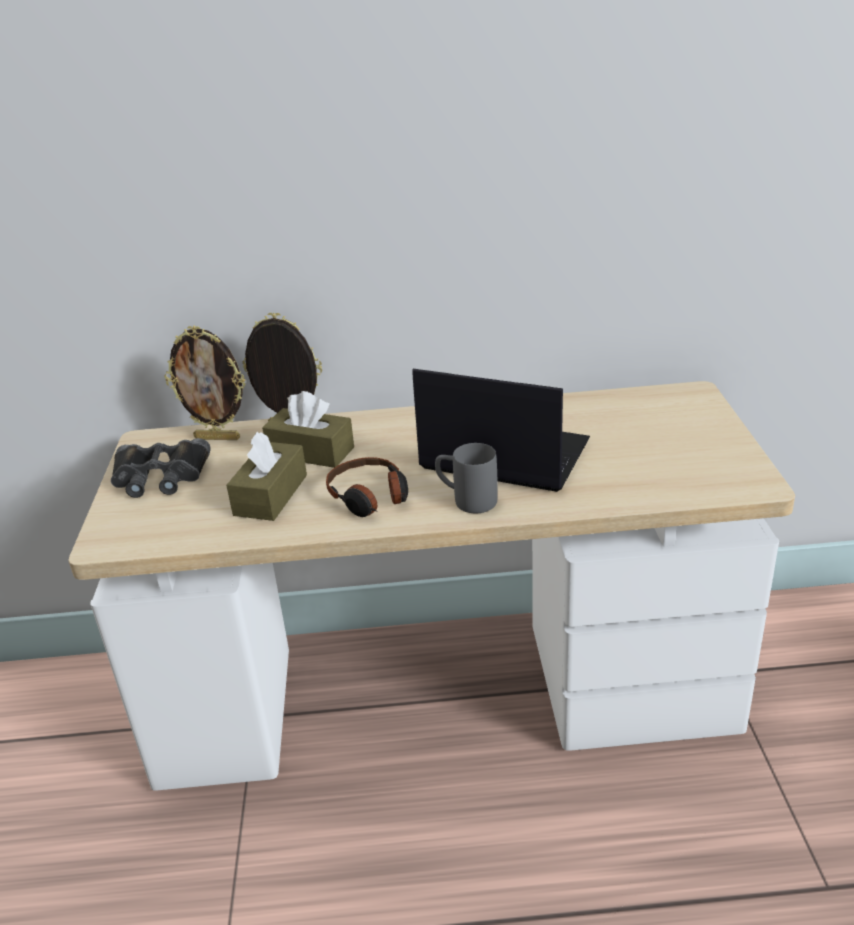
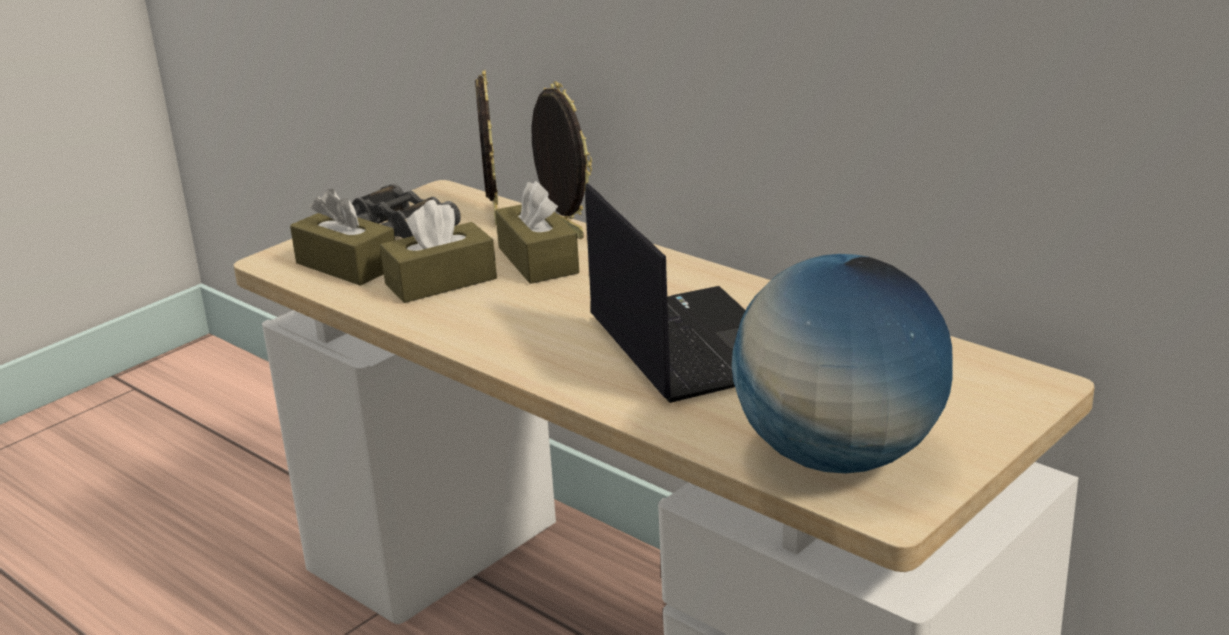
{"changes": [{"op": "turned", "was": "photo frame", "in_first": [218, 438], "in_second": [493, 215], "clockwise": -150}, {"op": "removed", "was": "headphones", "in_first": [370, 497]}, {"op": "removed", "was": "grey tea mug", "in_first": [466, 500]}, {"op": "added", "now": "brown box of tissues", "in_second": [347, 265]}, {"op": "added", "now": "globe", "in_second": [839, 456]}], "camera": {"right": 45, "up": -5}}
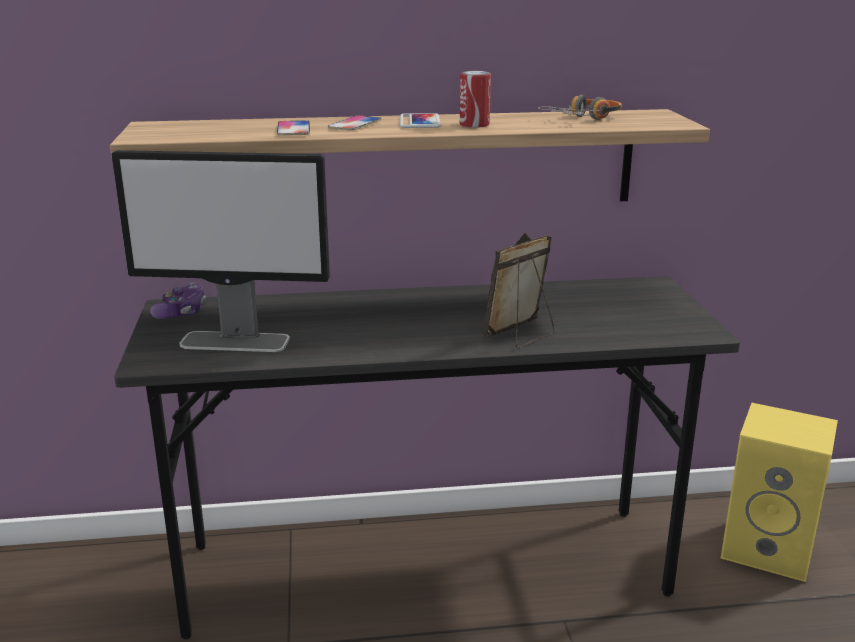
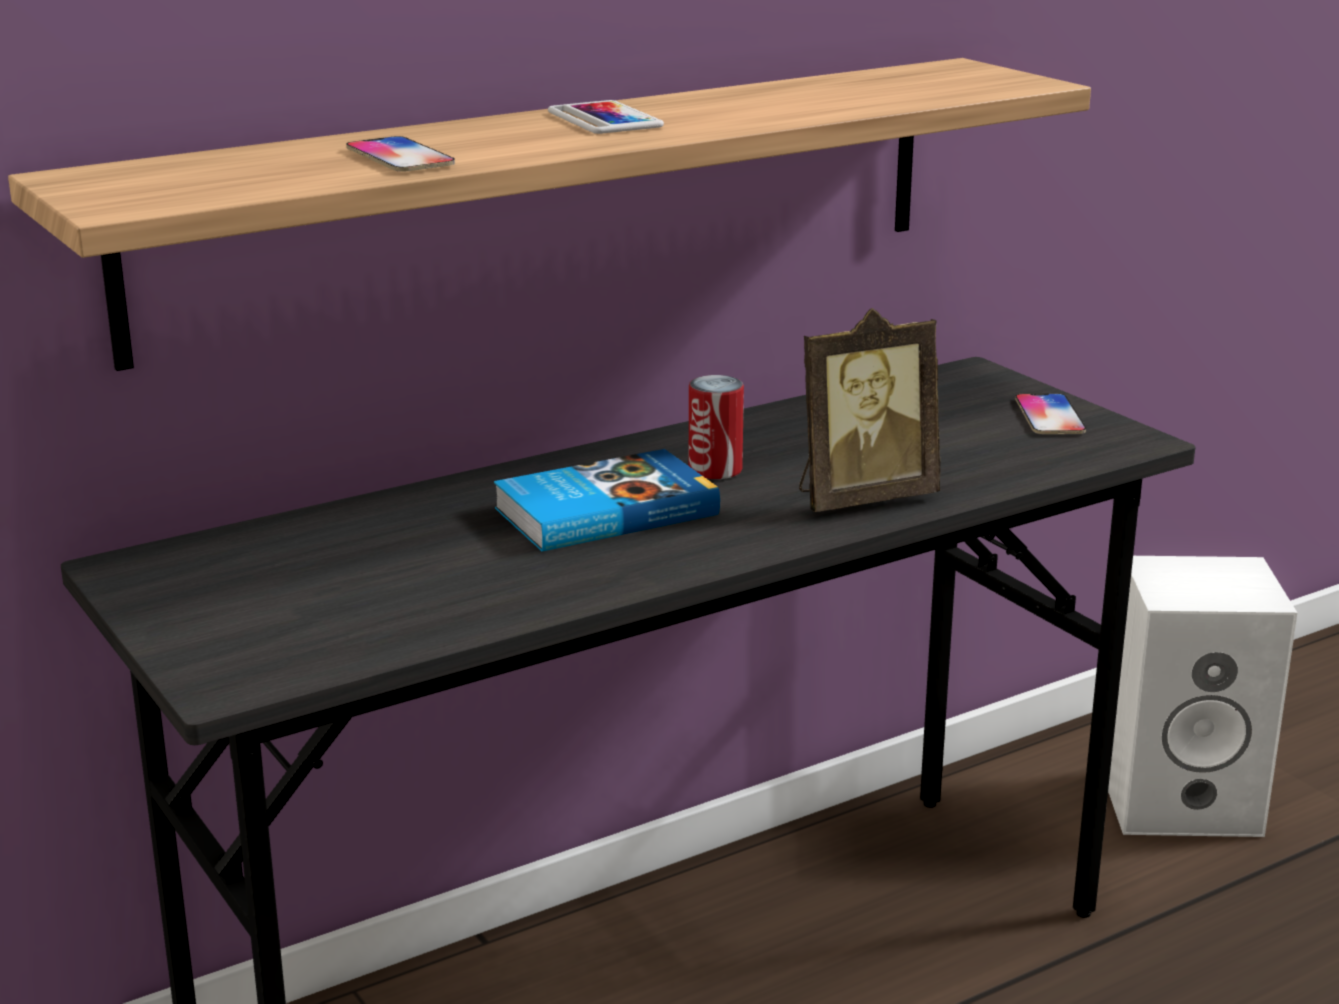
{"changes": [{"op": "removed", "was": "monitor", "in_first": [236, 342]}, {"op": "removed", "was": "joypad", "in_first": [182, 312]}, {"op": "moved", "was": "telephone", "in_first": [355, 124], "in_second": [1049, 416]}, {"op": "moved", "was": "sealed can", "in_first": [474, 125], "in_second": [715, 470]}, {"op": "turned", "was": "photo frame", "in_first": [521, 336], "in_second": [861, 497], "clockwise": -135}, {"op": "removed", "was": "headphones", "in_first": [585, 118]}, {"op": "recoloured", "was": "yellow-coloured loudspeaker", "now": "white-coloured loudspeaker", "in_first": [770, 549], "in_second": [1183, 800]}, {"op": "added", "now": "volume", "in_second": [603, 511]}], "camera": {"right": -25, "up": 0}}
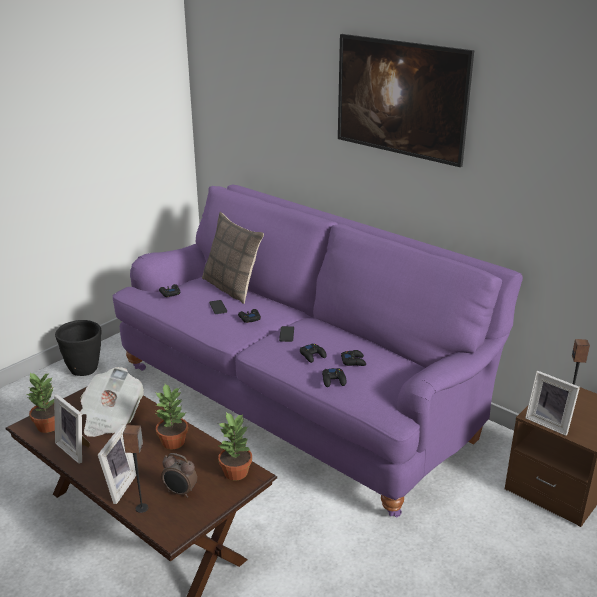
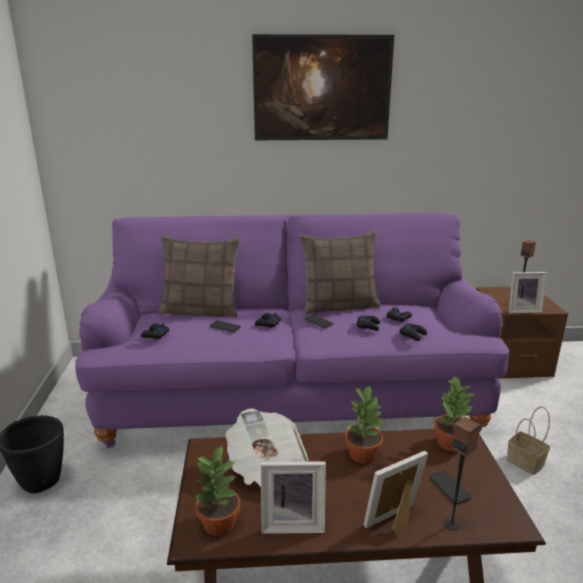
{"changes": [{"op": "turned", "was": "photo frame", "in_first": [118, 486], "in_second": [396, 523], "clockwise": -90}, {"op": "replaced", "was": "alarm clock", "now": "telephone", "in_first": [180, 492], "in_second": [449, 488]}, {"op": "added", "now": "throw pillow", "in_second": [339, 306]}, {"op": "added", "now": "household basket", "in_second": [526, 462]}], "camera": {"right": -45, "up": -5}}
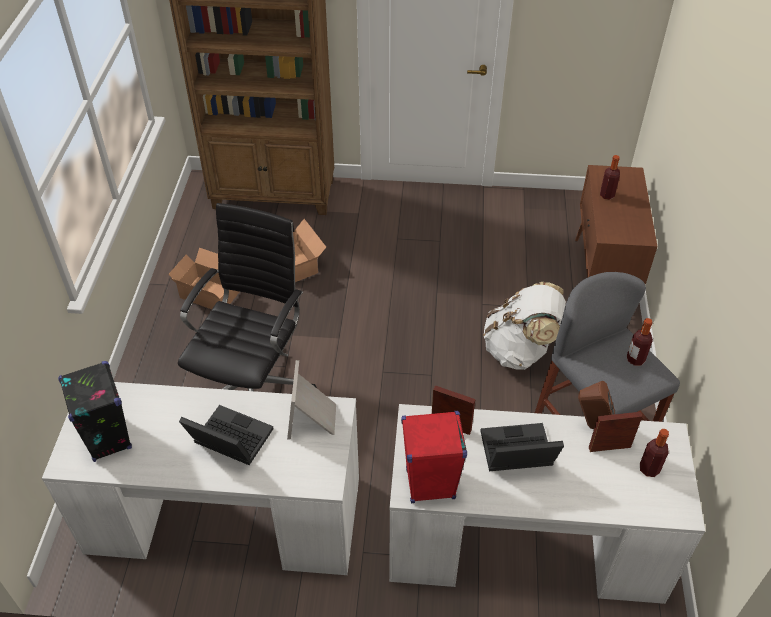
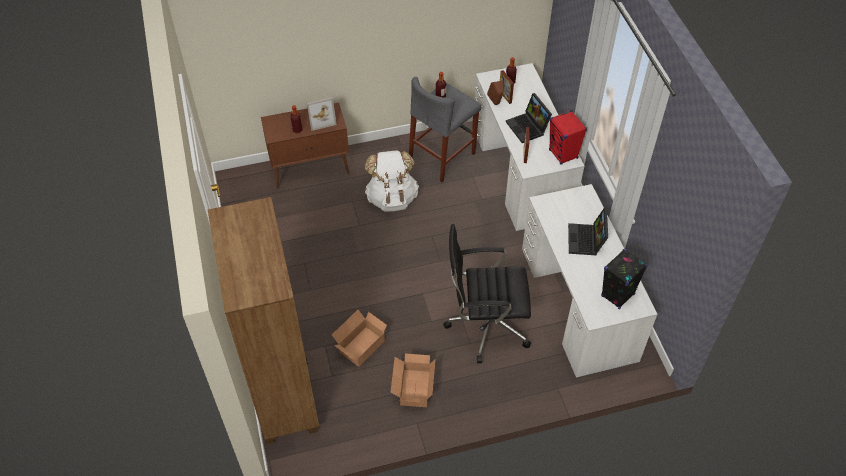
{"changes": [{"op": "moved", "was": "photo frame", "in_first": [313, 419], "in_second": [320, 119]}], "camera": {"right": -110, "up": 5}}
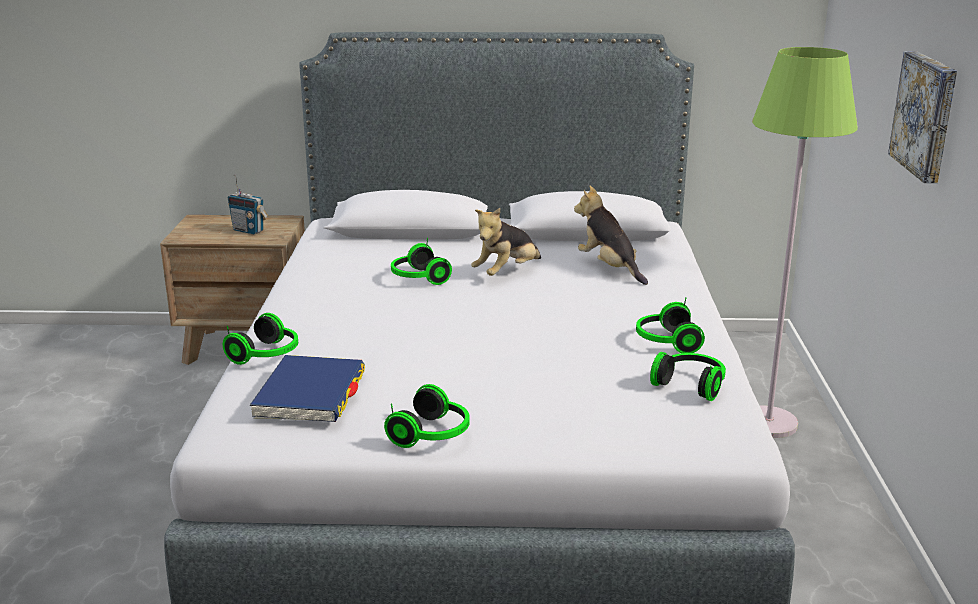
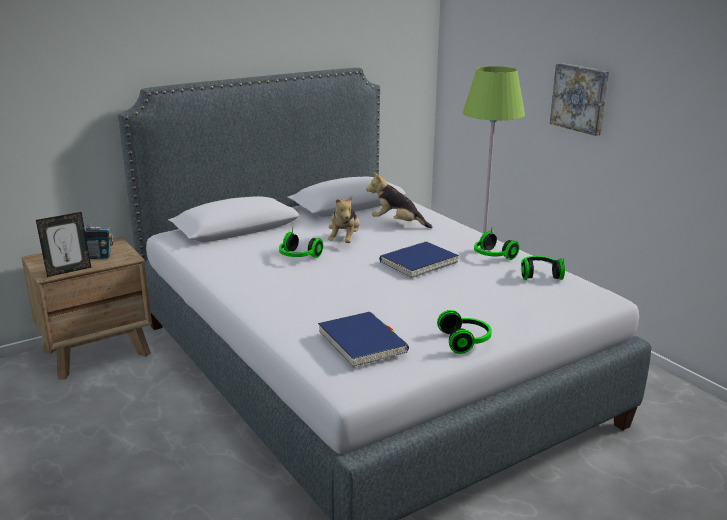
{"changes": [{"op": "removed", "was": "headphones", "in_first": [267, 355]}, {"op": "added", "now": "photo frame", "in_second": [68, 271]}, {"op": "added", "now": "bluish volume", "in_second": [418, 262]}], "camera": {"right": -35, "up": 0}}
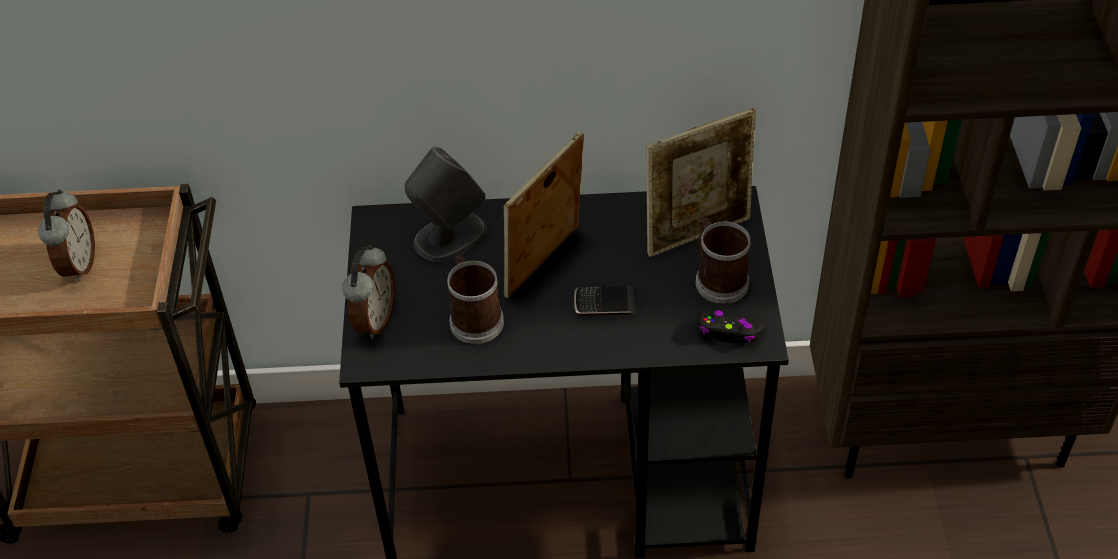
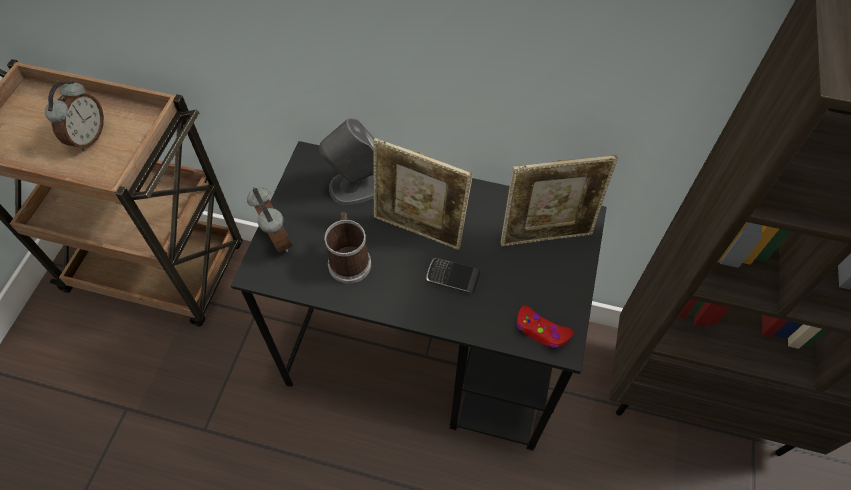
{"changes": [{"op": "turned", "was": "alarm clock", "in_first": [374, 320], "in_second": [276, 240], "clockwise": -60}, {"op": "turned", "was": "photo frame", "in_first": [545, 264], "in_second": [419, 229], "clockwise": -120}, {"op": "removed", "was": "tea mug", "in_first": [718, 279]}, {"op": "recoloured", "was": "blackish joypad", "now": "red joypad", "in_first": [729, 331], "in_second": [541, 331]}], "camera": {"right": 15, "up": 10}}
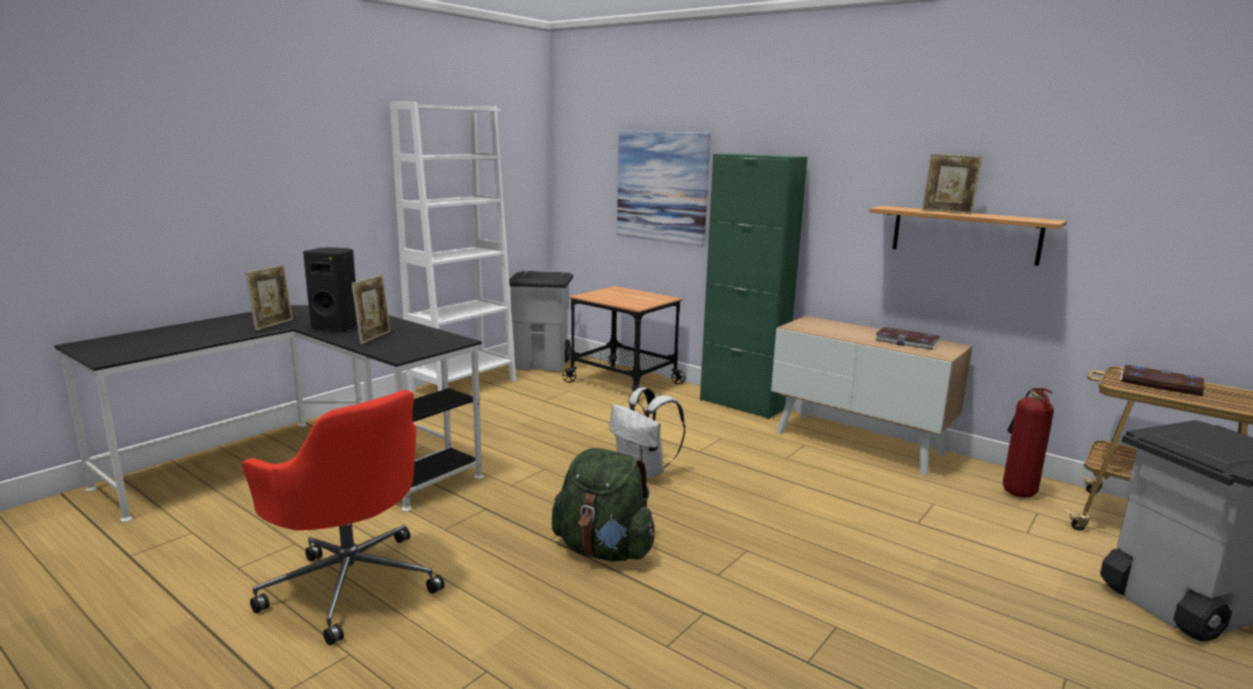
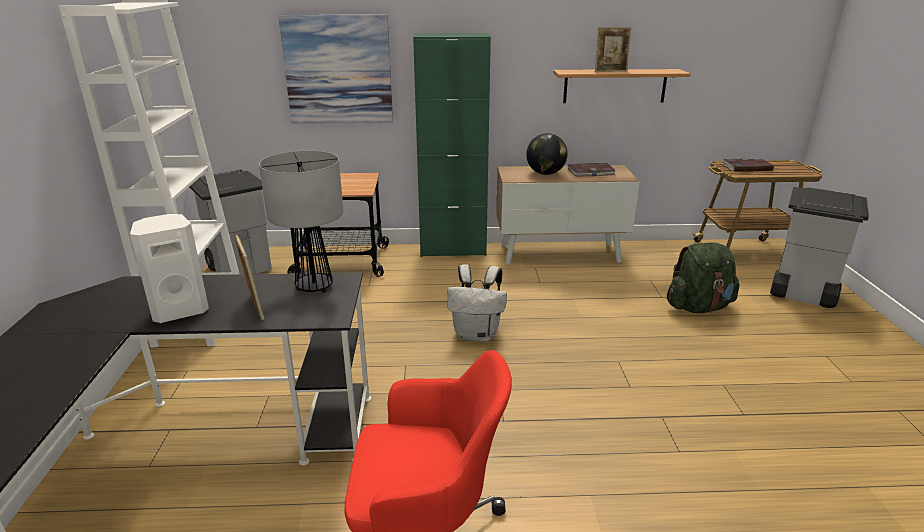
{"changes": [{"op": "removed", "was": "photo frame", "in_first": [273, 325]}, {"op": "recoloured", "was": "blackish loudspeaker", "now": "white-coloured loudspeaker", "in_first": [336, 327], "in_second": [180, 310]}, {"op": "moved", "was": "green-coloured backpack", "in_first": [604, 550], "in_second": [698, 307]}, {"op": "removed", "was": "extinguisher", "in_first": [1015, 492]}, {"op": "added", "now": "table lamp", "in_second": [315, 287]}, {"op": "added", "now": "globe", "in_second": [545, 173]}], "camera": {"right": -40, "up": 10}}
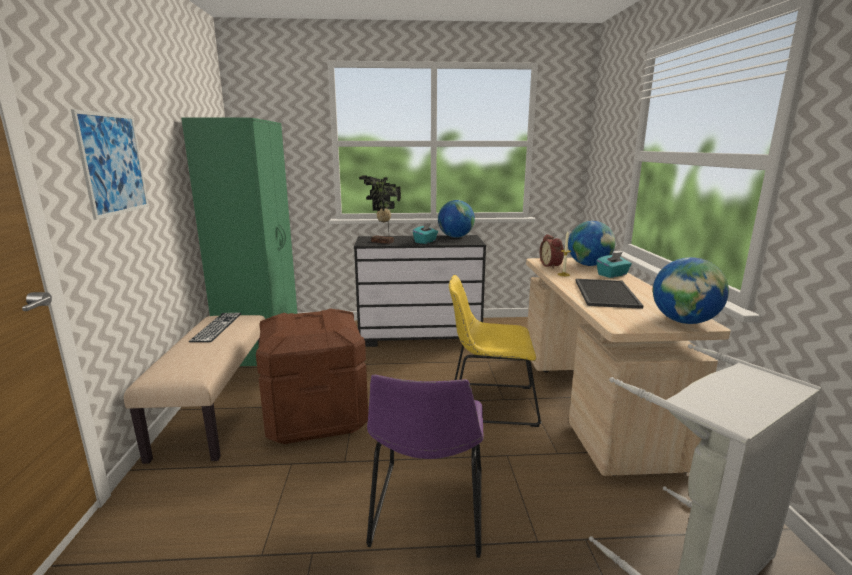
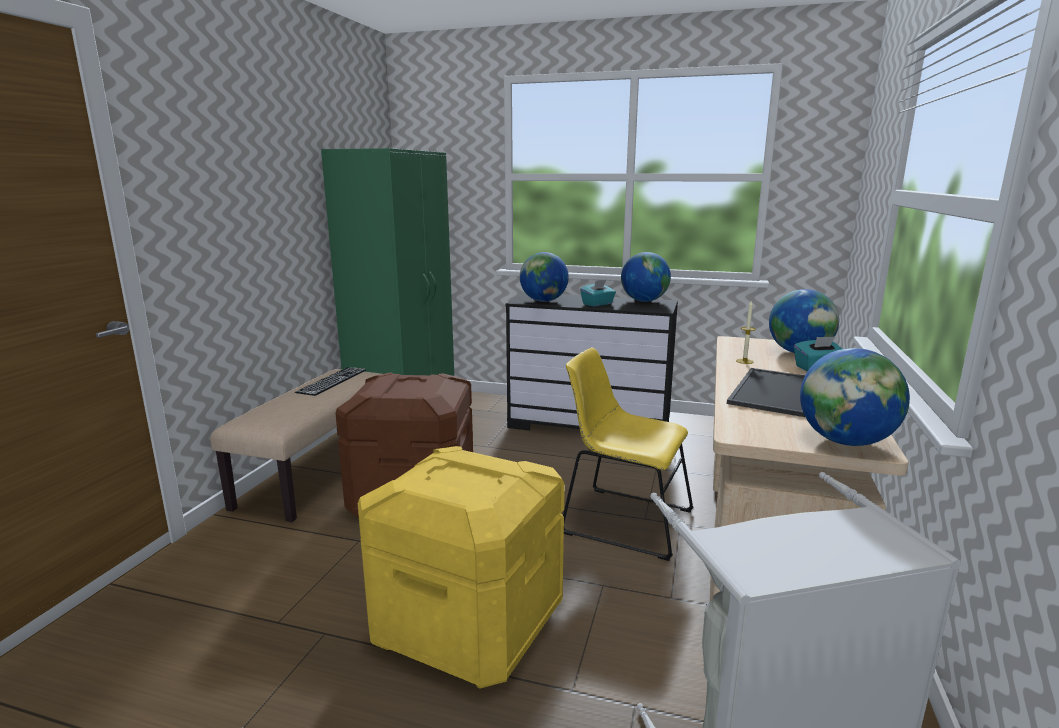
{"changes": [{"op": "removed", "was": "picture", "in_first": [113, 164]}, {"op": "replaced", "was": "houseplant", "now": "globe", "in_first": [382, 242], "in_second": [543, 301]}, {"op": "replaced", "was": "purple upright chair", "now": "yellow-coloured storage container", "in_first": [428, 511], "in_second": [467, 624]}, {"op": "removed", "was": "alarm clock", "in_first": [552, 265]}], "camera": {"right": 20, "up": 0}}
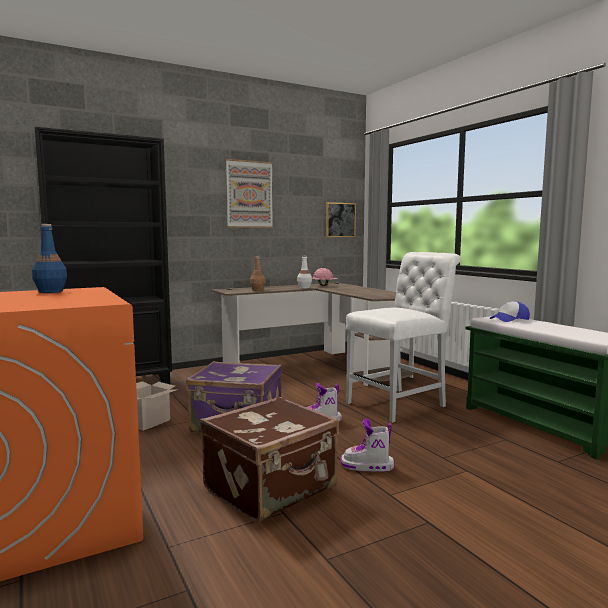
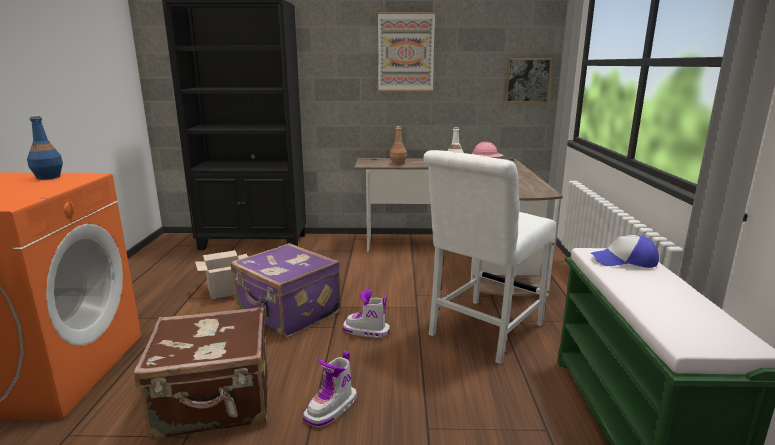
{"changes": [{"op": "turned", "was": "tall boot", "in_first": [367, 466], "in_second": [332, 409], "clockwise": -90}, {"op": "turned", "was": "white-coloured upright chair", "in_first": [400, 404], "in_second": [482, 332], "clockwise": 135}], "camera": {"right": 30, "up": 10}}
